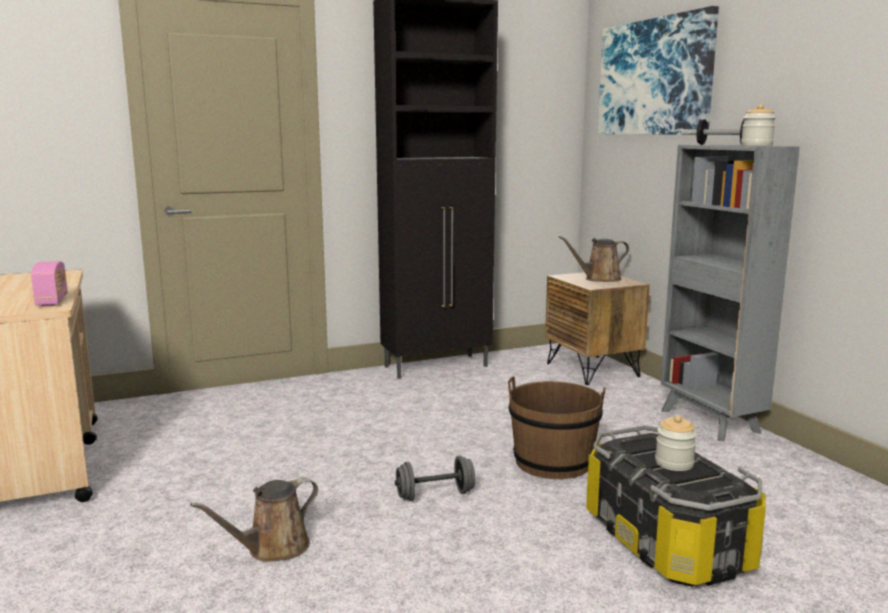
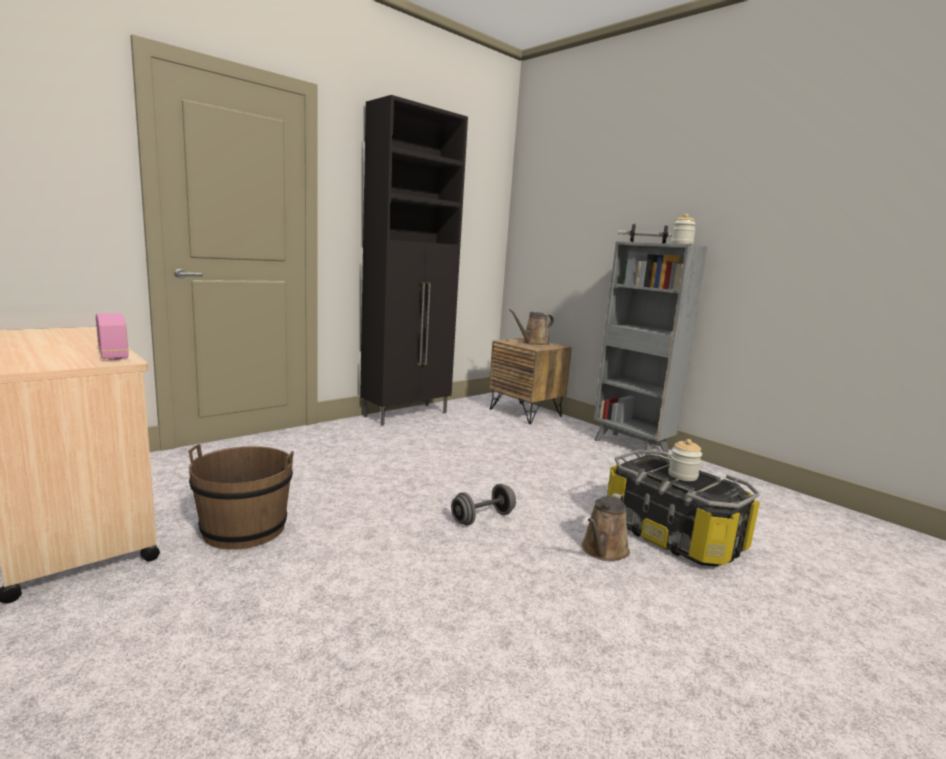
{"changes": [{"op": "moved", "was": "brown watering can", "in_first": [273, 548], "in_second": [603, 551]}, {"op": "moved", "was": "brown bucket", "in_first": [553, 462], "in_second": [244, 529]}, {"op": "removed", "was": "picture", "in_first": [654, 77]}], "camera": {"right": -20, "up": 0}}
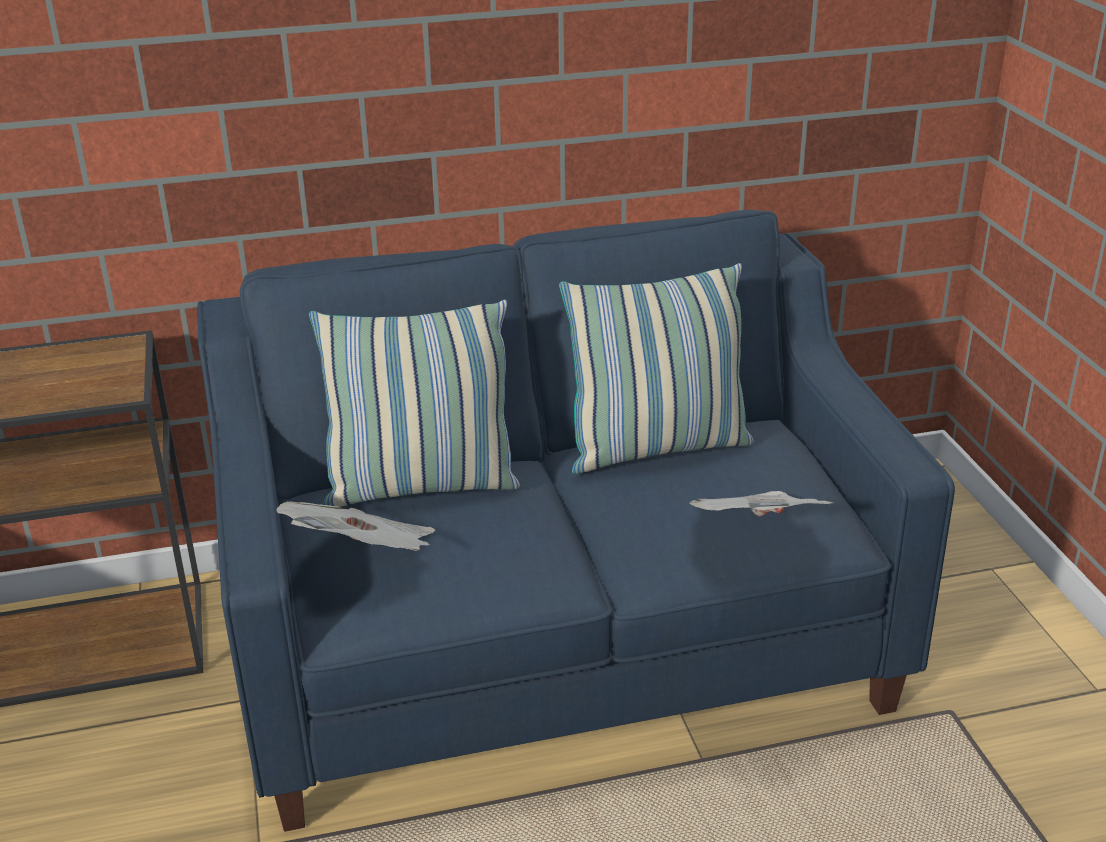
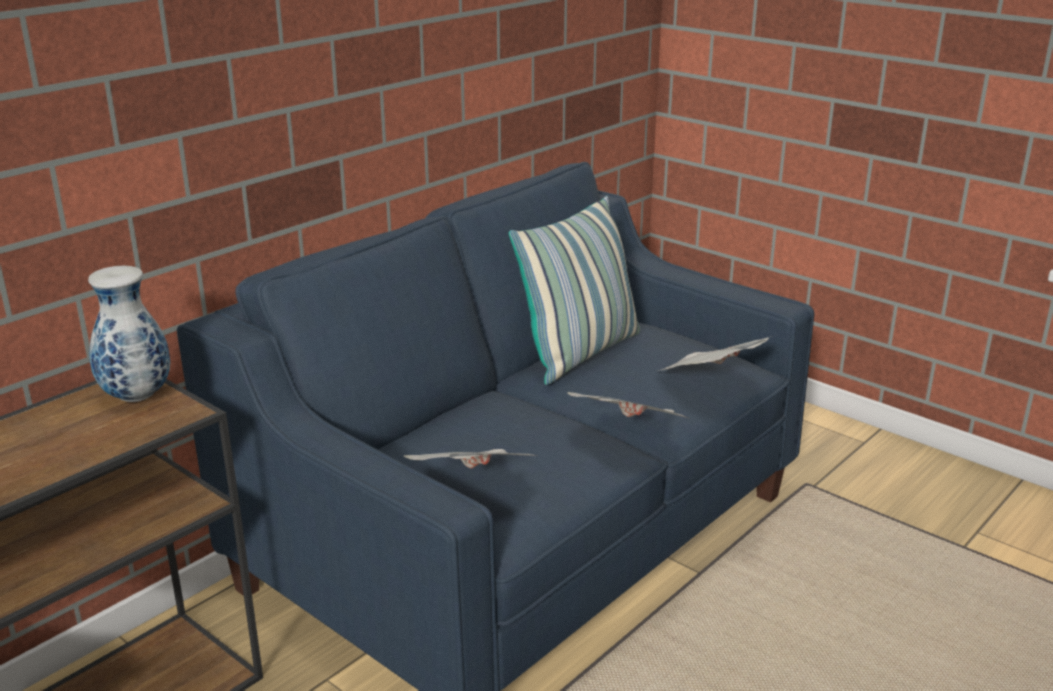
{"changes": [{"op": "removed", "was": "throw pillow", "in_first": [421, 486]}, {"op": "added", "now": "decorative vase", "in_second": [135, 396]}, {"op": "added", "now": "daily paper", "in_second": [631, 434]}], "camera": {"right": -35, "up": -5}}
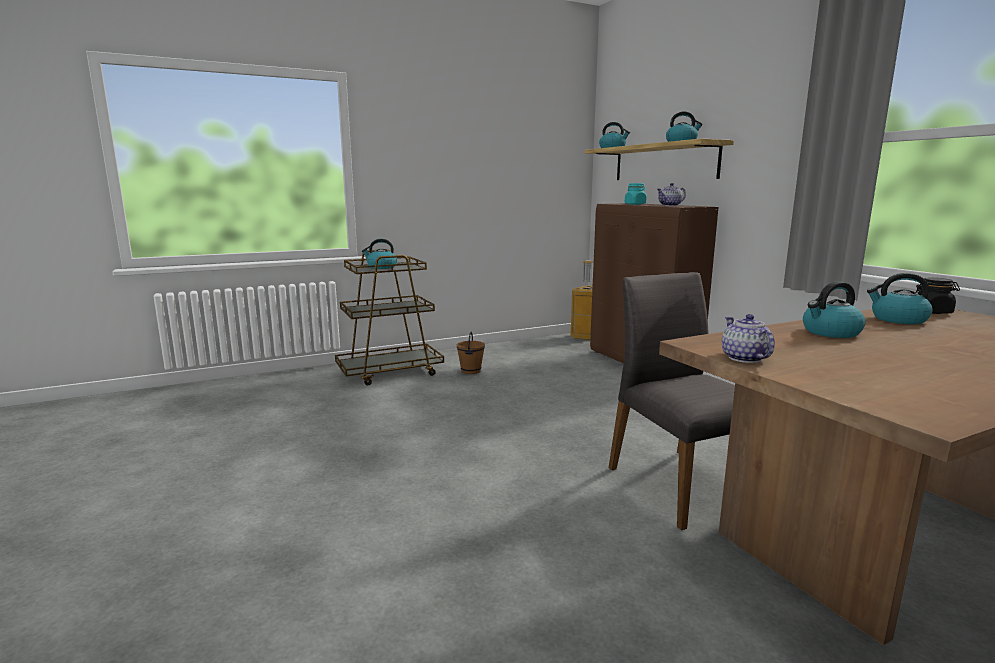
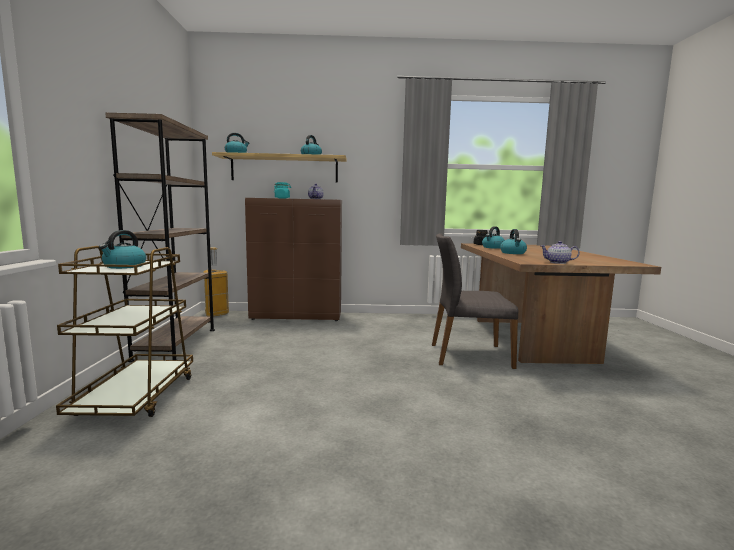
{"changes": [{"op": "removed", "was": "brown bucket", "in_first": [470, 371]}, {"op": "added", "now": "brown bookcase", "in_second": [176, 344]}], "camera": {"right": -65, "up": -5}}
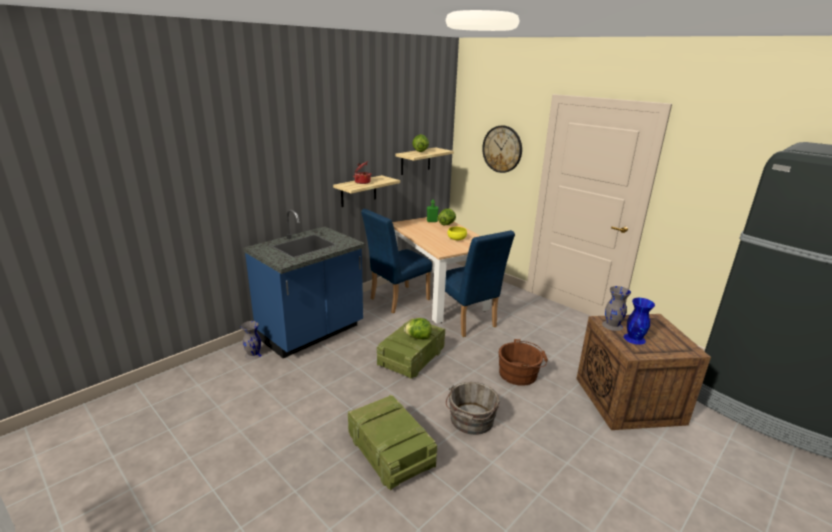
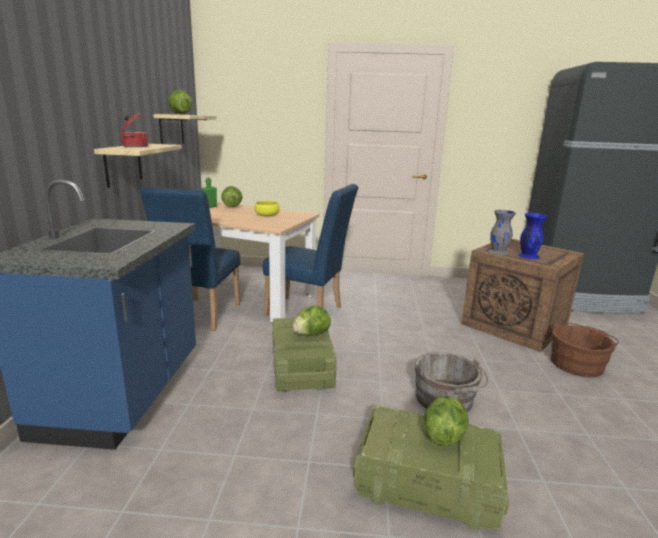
{"changes": [{"op": "removed", "was": "grey decorative vase", "in_first": [253, 354]}, {"op": "removed", "was": "clock on the wall", "in_first": [502, 149]}, {"op": "moved", "was": "brown bucket", "in_first": [520, 374], "in_second": [578, 363]}, {"op": "added", "now": "head of lettuce", "in_second": [443, 435]}], "camera": {"right": -40, "up": -5}}
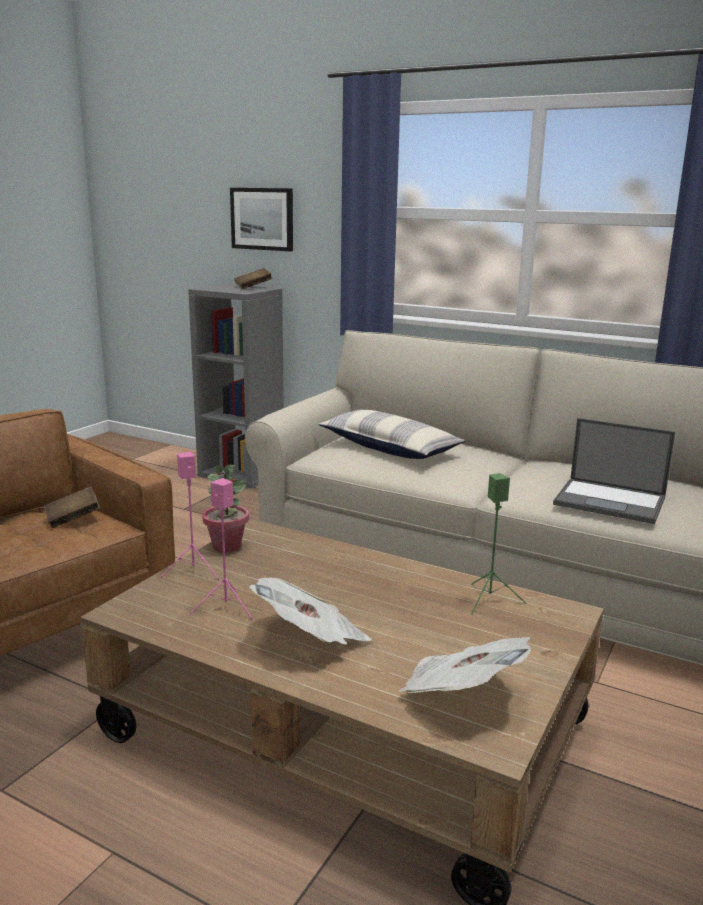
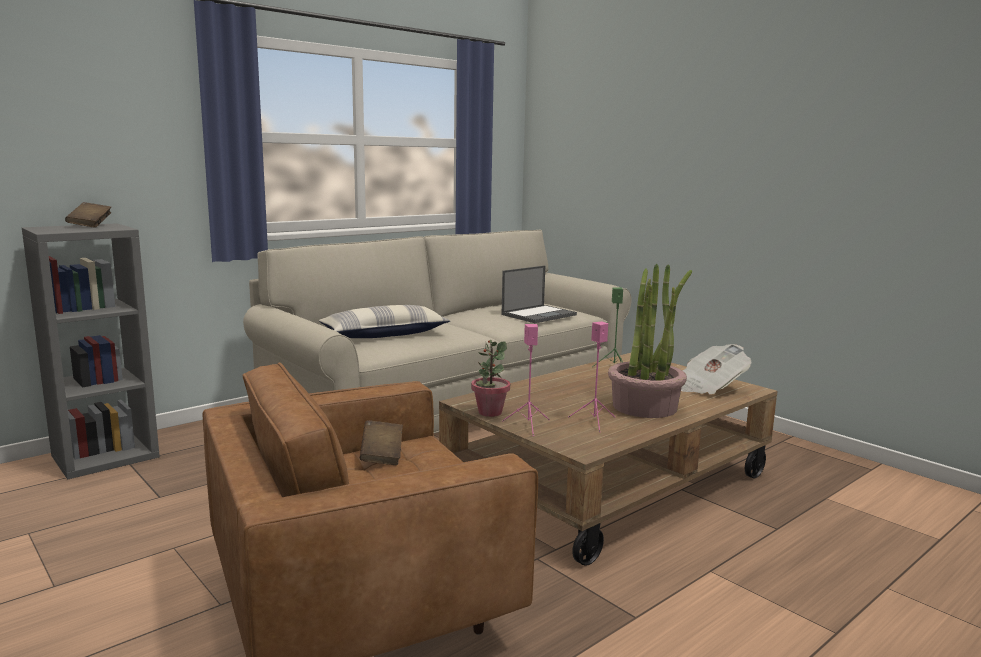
{"changes": [{"op": "removed", "was": "picture", "in_first": [262, 219]}, {"op": "replaced", "was": "daily paper", "now": "houseplant", "in_first": [311, 639], "in_second": [645, 406]}], "camera": {"right": -70, "up": -5}}
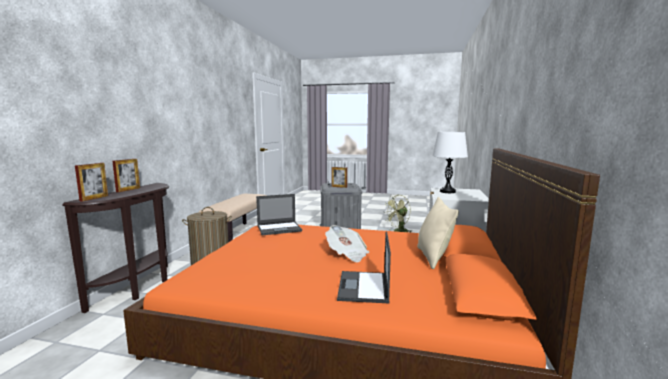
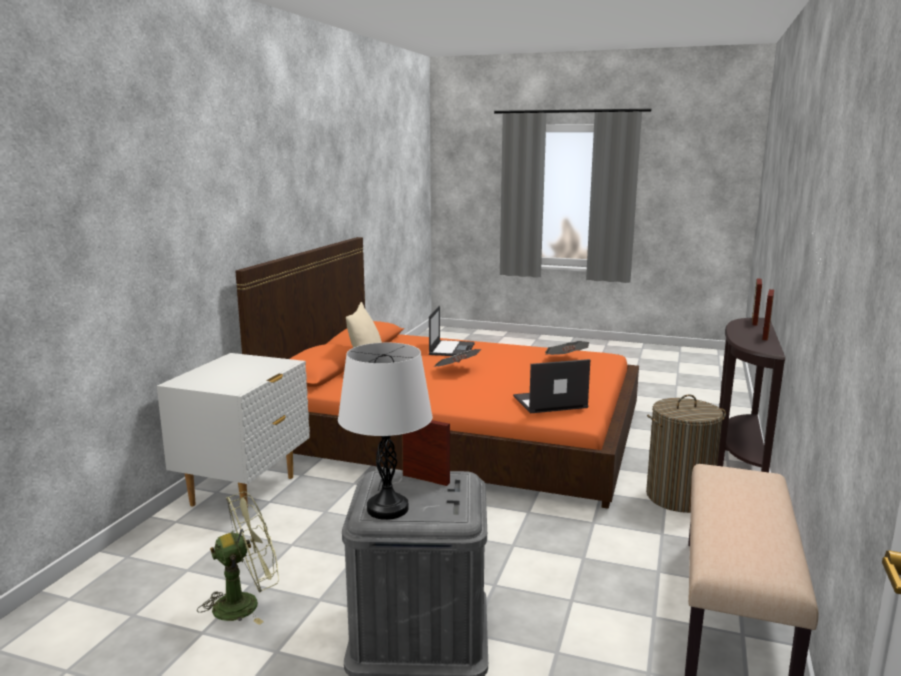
{"changes": [{"op": "moved", "was": "white-coloured table lamp", "in_first": [447, 191], "in_second": [387, 509]}, {"op": "added", "now": "daily paper", "in_second": [566, 360]}], "camera": {"right": -175, "up": 5}}
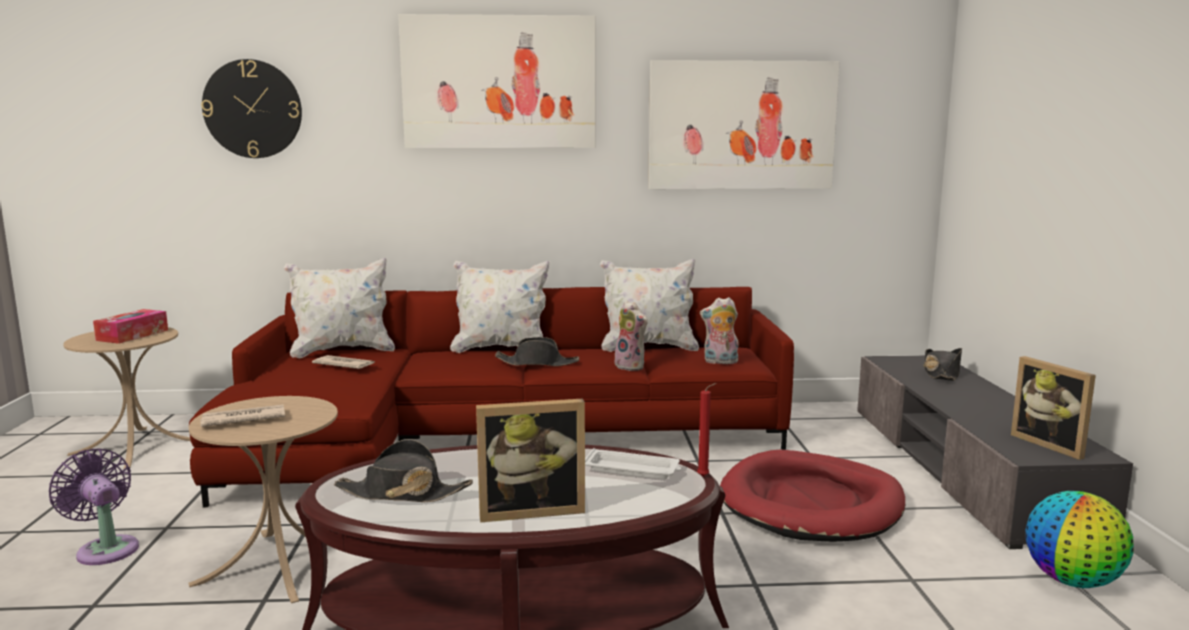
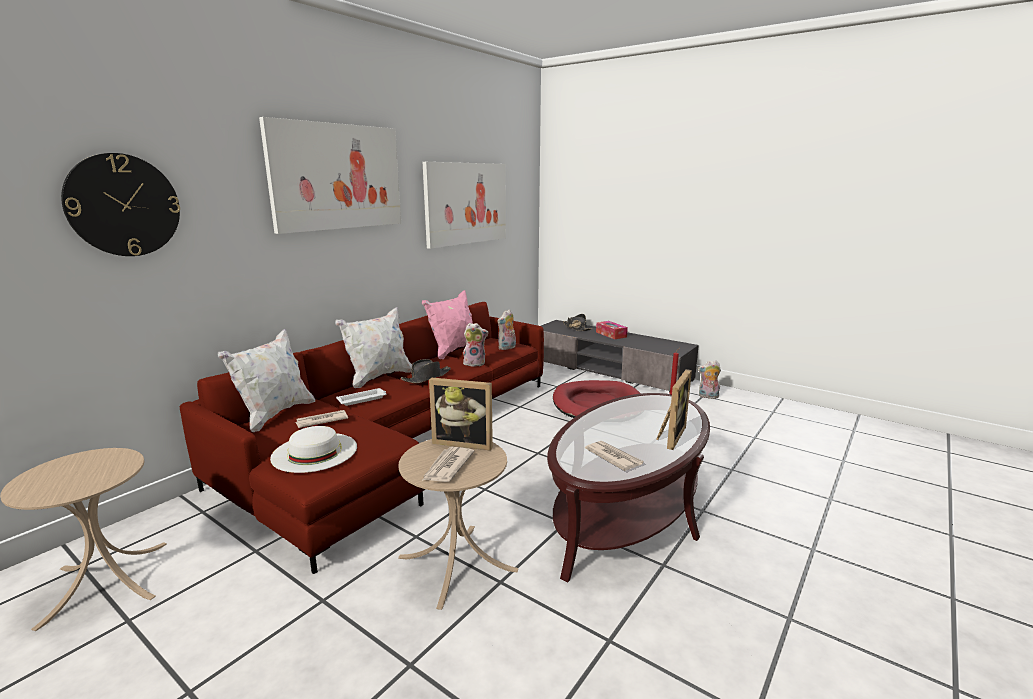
{"changes": [{"op": "removed", "was": "purple electric fan", "in_first": [105, 549]}, {"op": "moved", "was": "box of tissues", "in_first": [132, 335], "in_second": [611, 334]}, {"op": "replaced", "was": "blackish wearable hat", "now": "daily paper", "in_first": [402, 493], "in_second": [613, 457]}, {"op": "moved", "was": "white-coloured carrying tray", "in_first": [633, 470], "in_second": [363, 399]}, {"op": "recoloured", "was": "white-coloured throw pillow", "now": "pink-coloured throw pillow", "in_first": [648, 347], "in_second": [453, 351]}, {"op": "moved", "was": "photo frame", "in_first": [1052, 444], "in_second": [464, 442]}, {"op": "replaced", "was": "globe", "now": "cuddly toy", "in_first": [1072, 581], "in_second": [708, 397]}, {"op": "added", "now": "white-coloured wearable hat", "in_second": [314, 452]}], "camera": {"right": -50, "up": 5}}
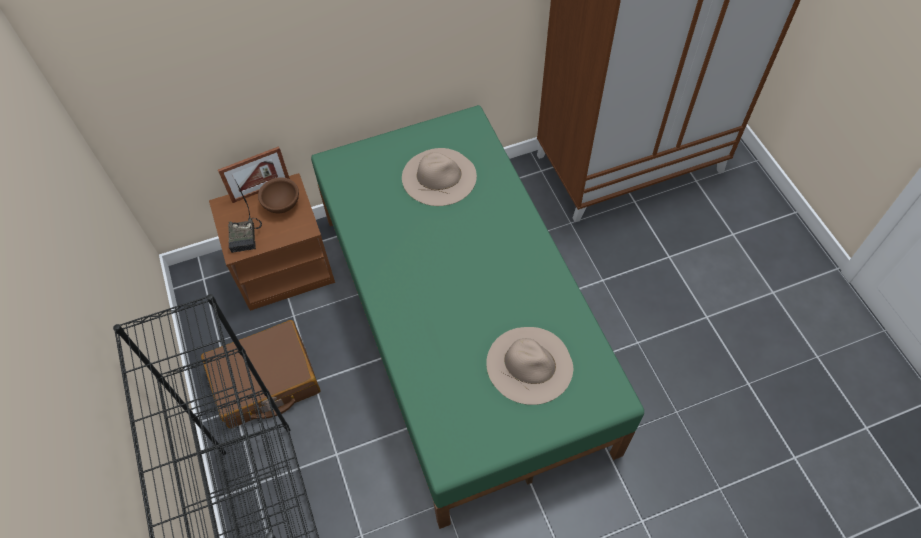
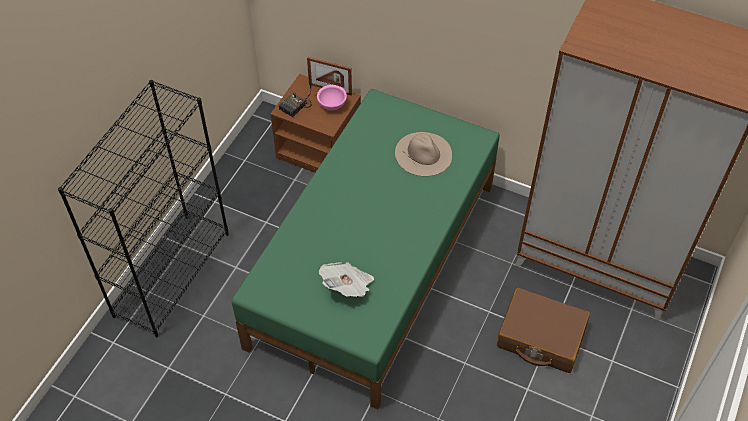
{"changes": [{"op": "moved", "was": "brown suitcase", "in_first": [265, 381], "in_second": [540, 337]}, {"op": "recoloured", "was": "brown bowl", "now": "pink-coloured bowl", "in_first": [282, 205], "in_second": [332, 105]}, {"op": "replaced", "was": "beige wearable hat", "now": "daily paper", "in_first": [529, 364], "in_second": [347, 286]}], "camera": {"right": 45, "up": -5}}
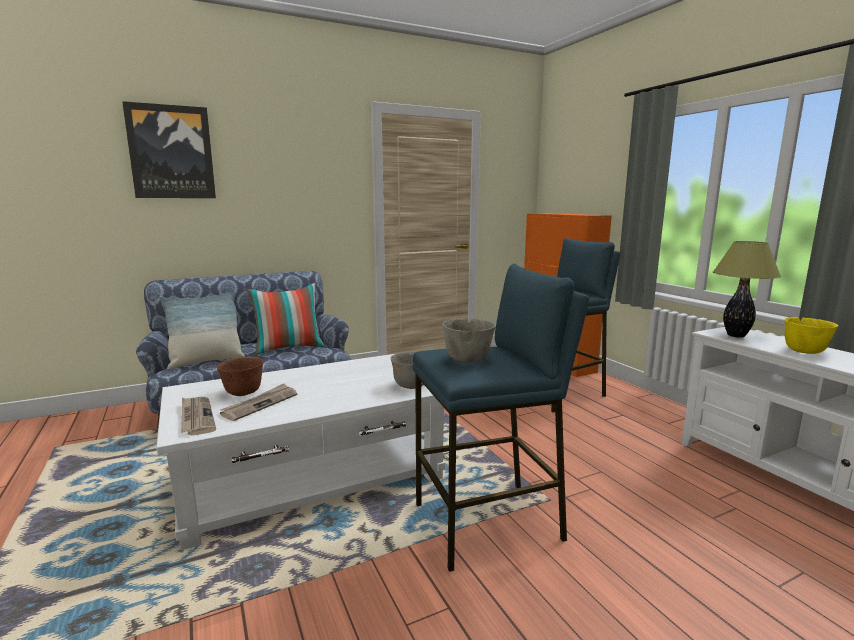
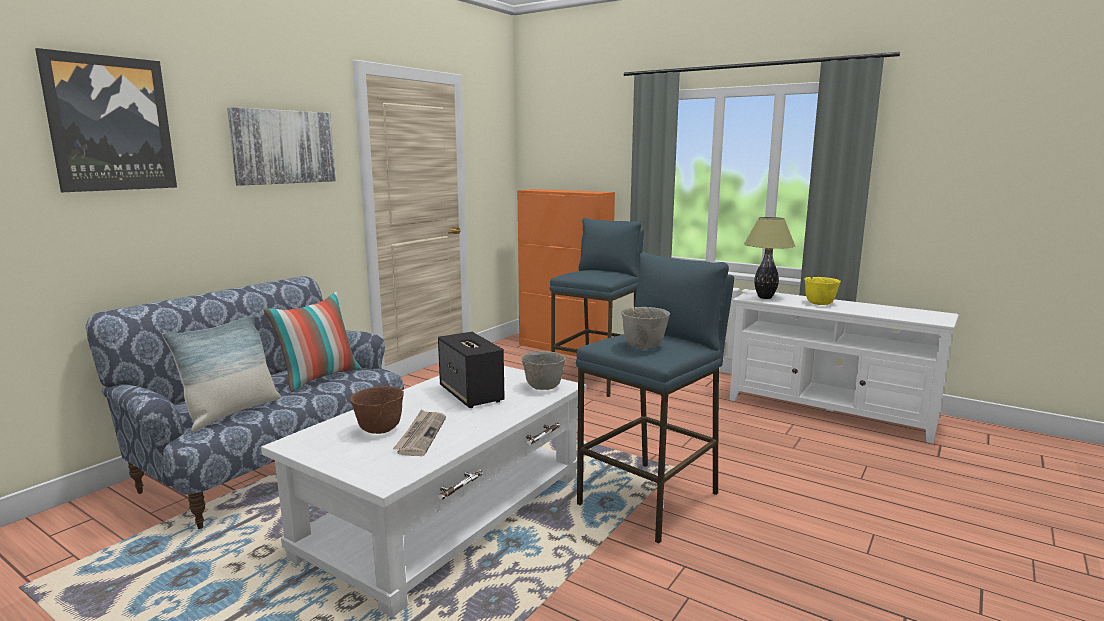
{"changes": [{"op": "removed", "was": "daily paper", "in_first": [196, 417]}, {"op": "added", "now": "picture", "in_second": [283, 147]}, {"op": "added", "now": "loudspeaker", "in_second": [471, 394]}], "camera": {"right": -30, "up": 0}}
